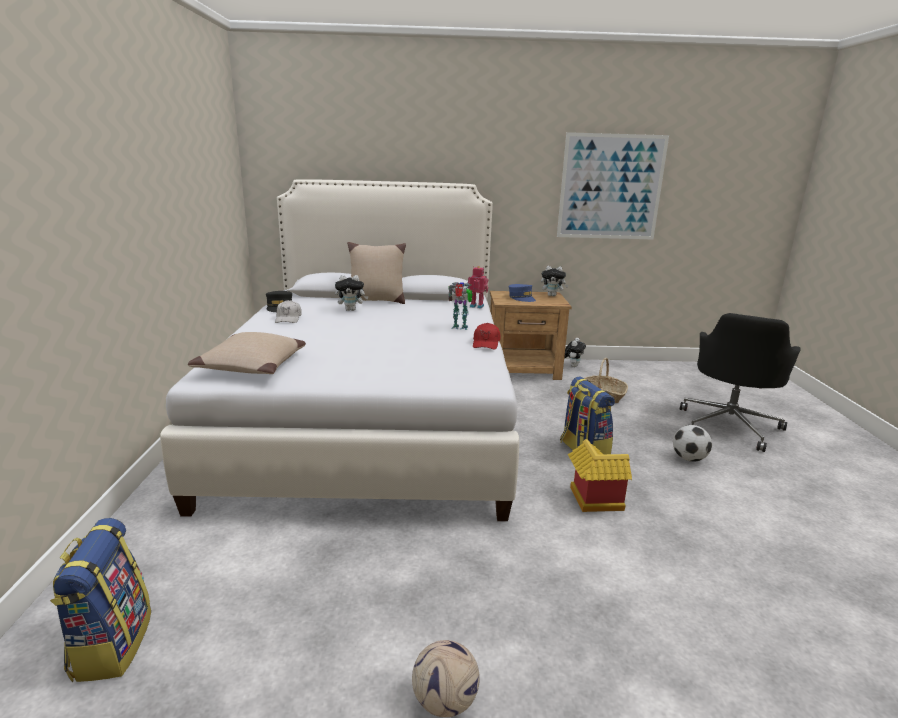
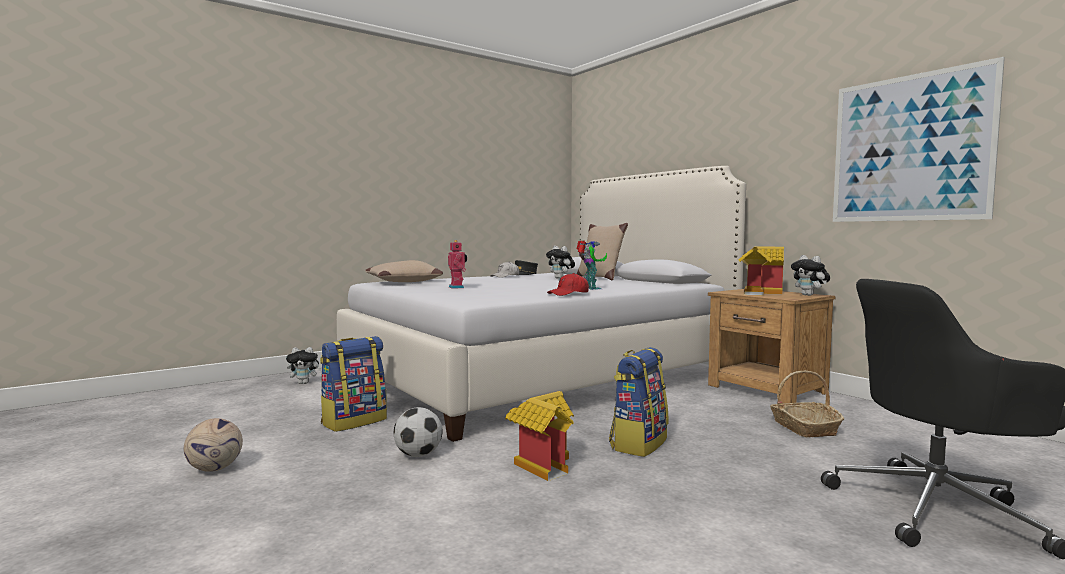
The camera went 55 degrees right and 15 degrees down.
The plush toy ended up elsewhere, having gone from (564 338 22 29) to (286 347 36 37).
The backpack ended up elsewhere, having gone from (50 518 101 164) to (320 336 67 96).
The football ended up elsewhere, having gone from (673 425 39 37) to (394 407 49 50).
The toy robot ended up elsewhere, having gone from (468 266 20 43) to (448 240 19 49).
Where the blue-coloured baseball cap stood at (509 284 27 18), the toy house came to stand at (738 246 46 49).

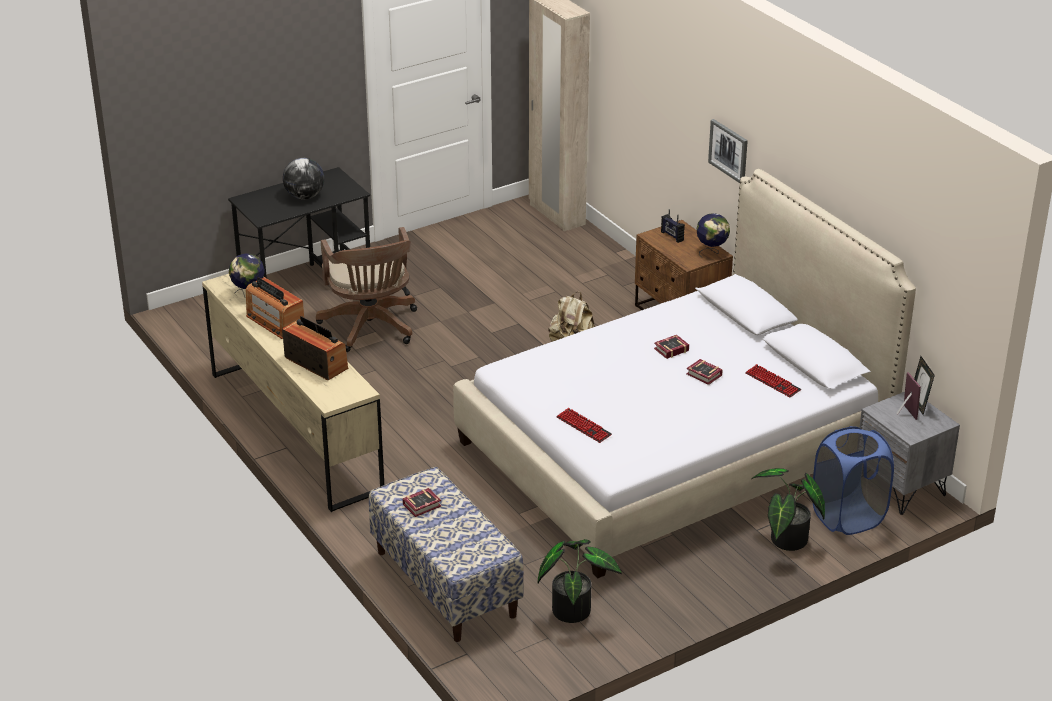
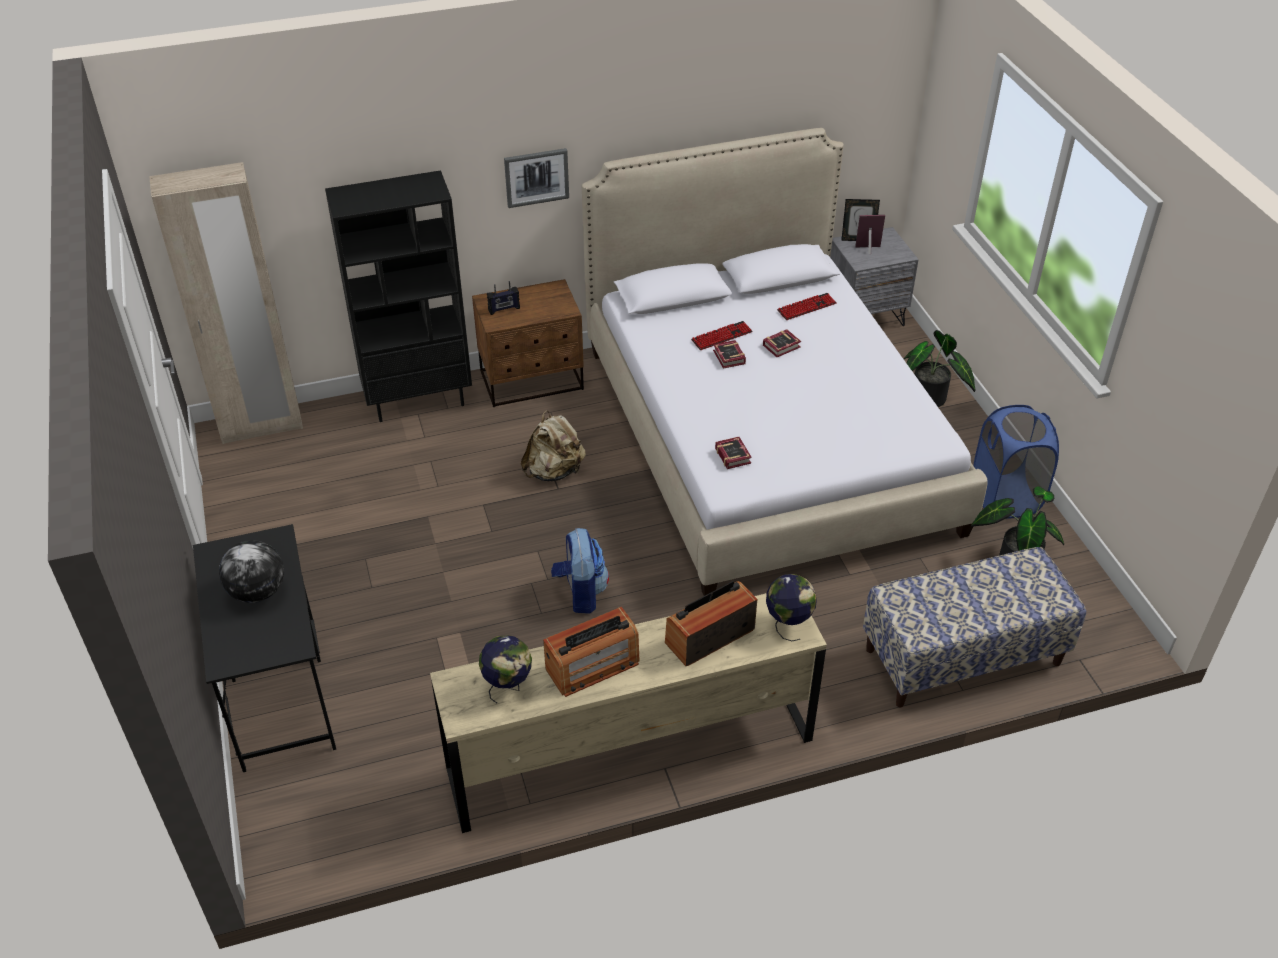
The camera went 75 degrees left and 10 degrees up.
The second view gained the black shelving unit at (325 170 147 252).
The second view gained the backpack at (551 528 58 86).
The PC keyboard ended up elsewhere, having gone from (556 407 56 36) to (691 321 62 29).
The bound book ended up elsewhere, having gone from (403 488 38 29) to (715 437 37 32).
The globe ended up elsewhere, having gone from (696 213 34 44) to (766 574 51 67).
The blue-coloured laundry basket ended up elsewhere, having gone from (813 426 81 109) to (973 405 86 114).
The second view lost the brown-coloured computer chair at (316 227 101 125).

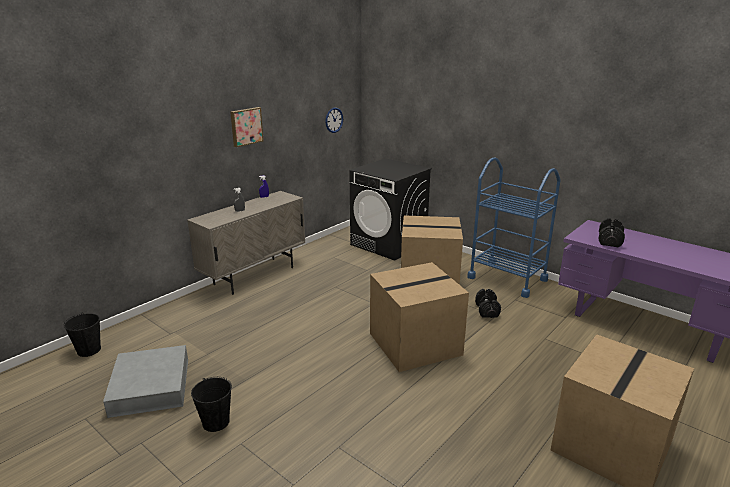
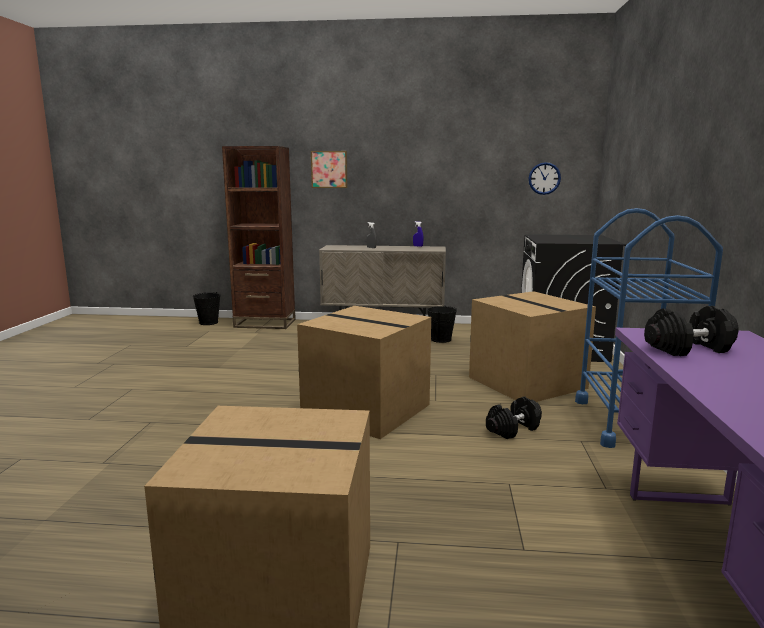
The camera went 55 degrees right and 10 degrees down.
The second view gained the brown-coloured shelving unit at (222 146 74 183).
The picture ended up elsewhere, having gone from (230 107 34 40) to (311 151 36 37).
The black pail ended up elsewhere, having gone from (191 377 41 55) to (427 305 30 38).
The second view lost the greyish storage bin at (103 345 85 73).

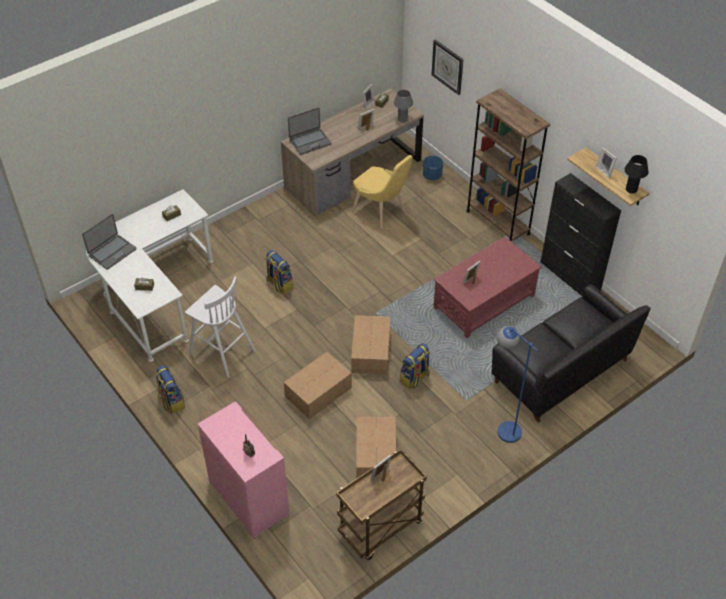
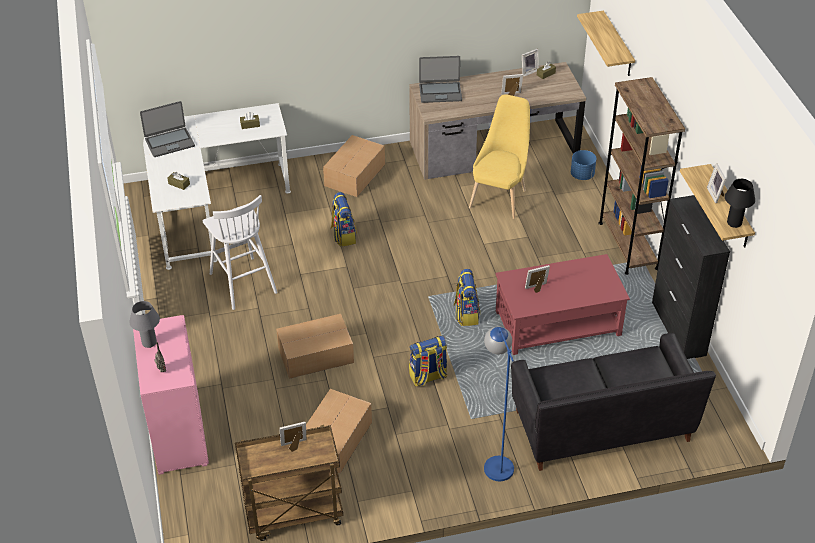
The camera went 25 degrees right and 5 degrees down.
The greyish table lamp ended up elsewhere, having gone from (394 90 19 33) to (130 301 30 47).
The packing box ended up elsewhere, having gone from (351 315 39 60) to (323 135 62 62).
The backpack ended up elsewhere, having gone from (156 365 29 49) to (454 269 26 57).
The yellowish plain chair at (352 155 61 74) ended up facing another way, 135 degrees counterclockwise from before.
Where the wall clock hung at (432 40 32 55), the shelf came to hang at (577 11 58 65).

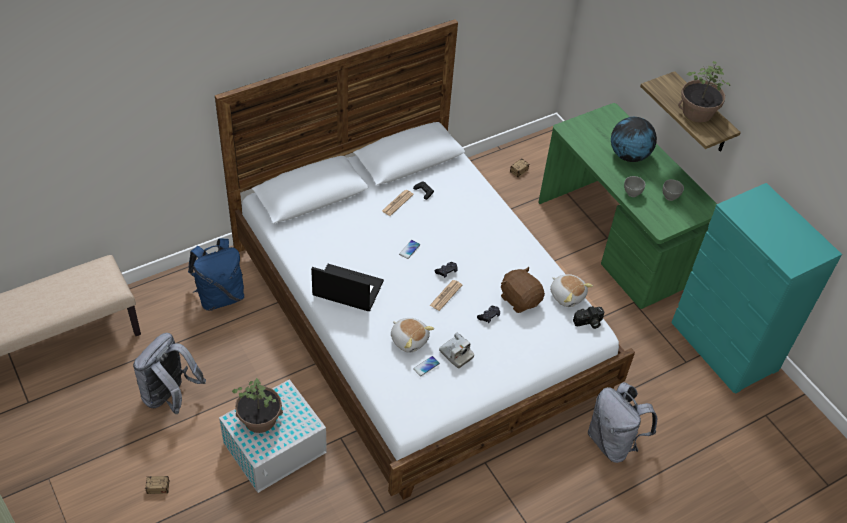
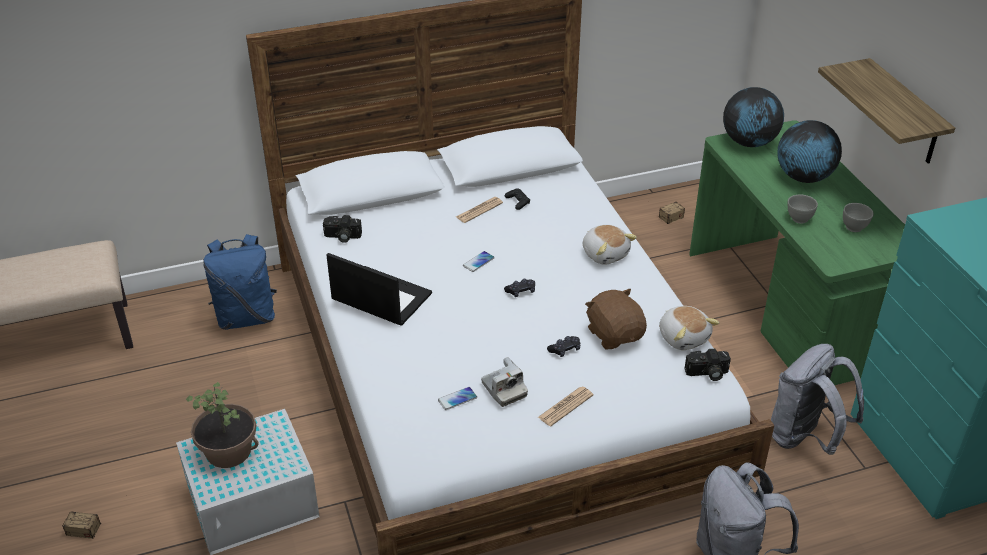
The camera went 15 degrees right and 10 degrees down.
The second view gained the photo camera at (323 215 39 28).
The daily paper ended up elsewhere, having gone from (430 280 32 31) to (538 387 56 39).
The plush toy ended up elsewhere, having gone from (391 318 43 35) to (583 225 54 39).
The second view gained the globe at (723 87 61 60).
The greyish backpack ended up elsewhere, having gone from (133 333 73 81) to (771 344 93 111).
The second view lost the houseplant at (678 61 52 62).

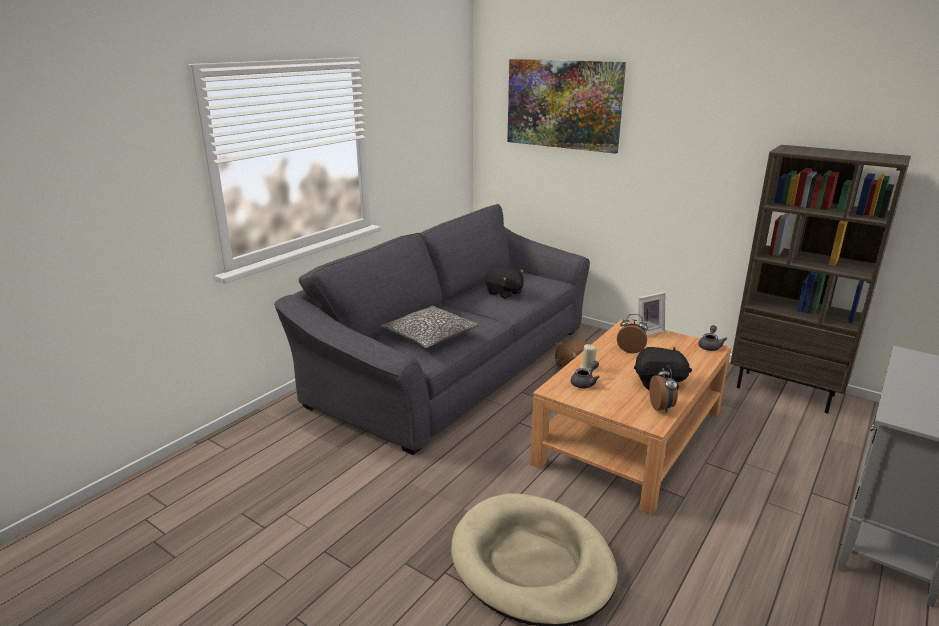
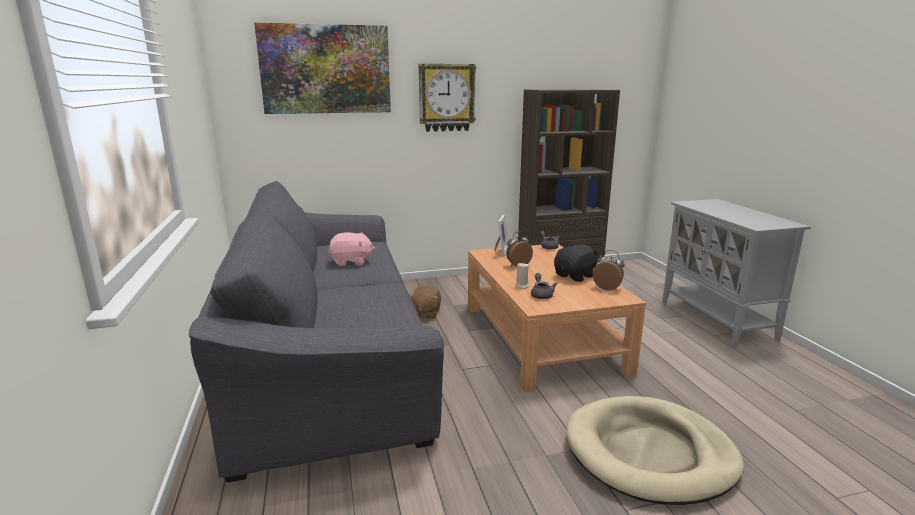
The camera went 50 degrees left and 5 degrees down.
What was the black plush toy at (485 265 39 34) turned into the pinkish plush toy at (329 232 46 34).
The second view gained the wall clock at (419 64 57 68).
The second view lost the pillow at (381 306 98 42).

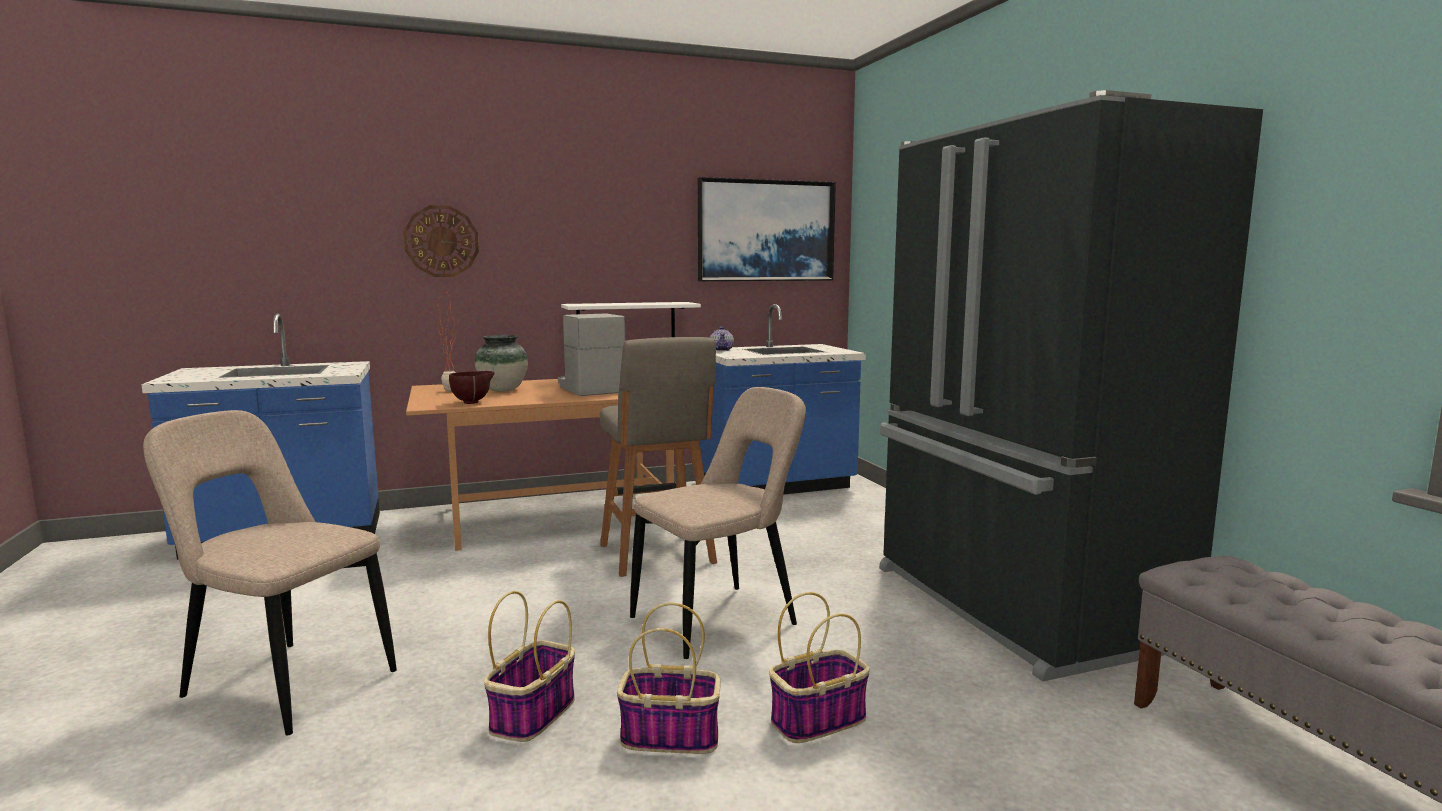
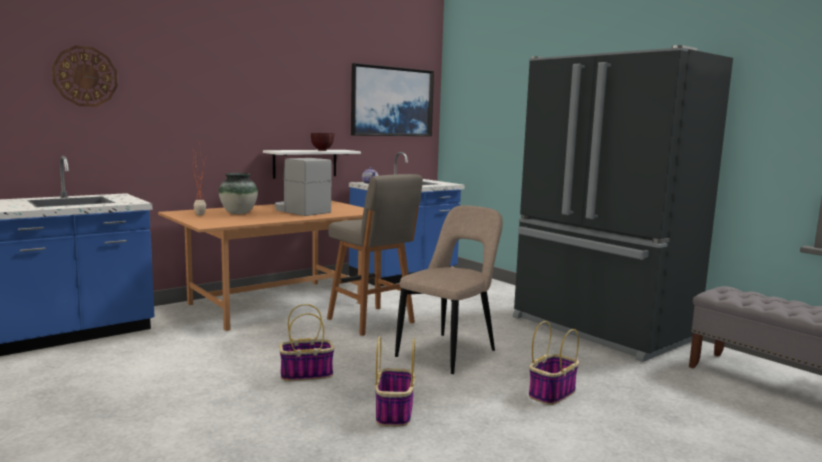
The camera went 20 degrees left and 0 degrees up.
The wall clock ended up elsewhere, having gone from (404 205 75 72) to (52 46 66 61).
The household basket ended up elsewhere, having gone from (617 603 104 151) to (279 304 56 77).
The brown-coloured serving bowl ended up elsewhere, having gone from (449 371 45 33) to (311 133 24 18).
The second view lost the sand-coloured plain chair at (143 410 254 325).

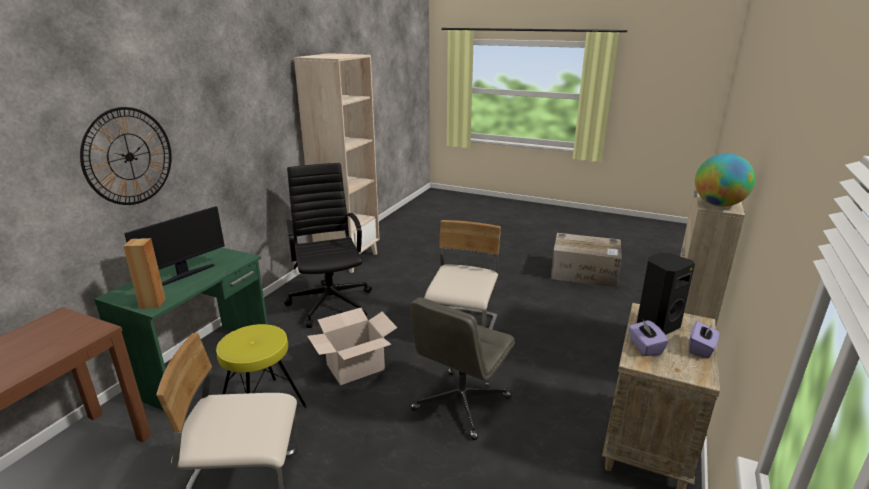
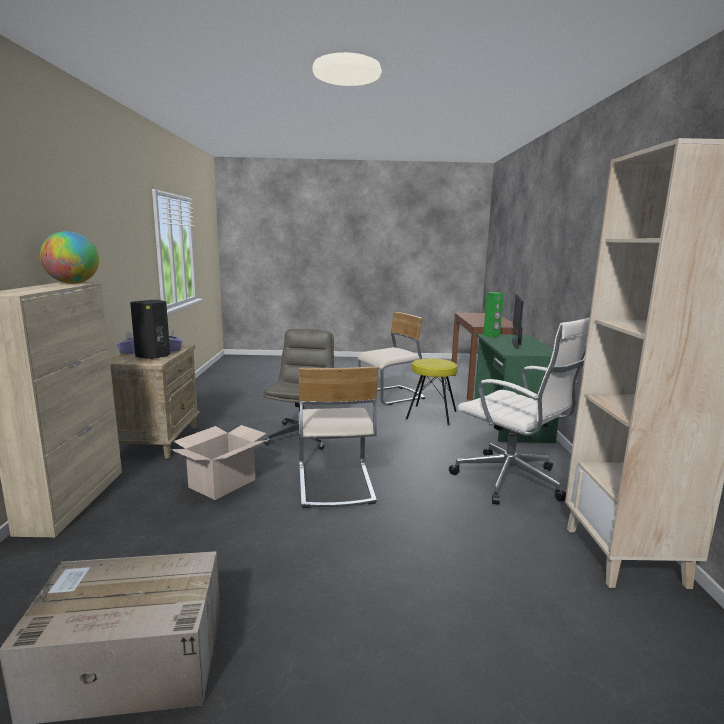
The camera went 155 degrees right and 10 degrees down.
The packing box ended up elsewhere, having gone from (307 308 91 77) to (170 425 97 75).
What was the black computer chair at (284 163 88 165) turned into the whitish computer chair at (449 317 141 188).
What was the brown-coloured loudspeaker at (123 238 43 71) turned into the greenish loudspeaker at (483 292 21 45).
The second view lost the wall clock at (80 107 92 98).

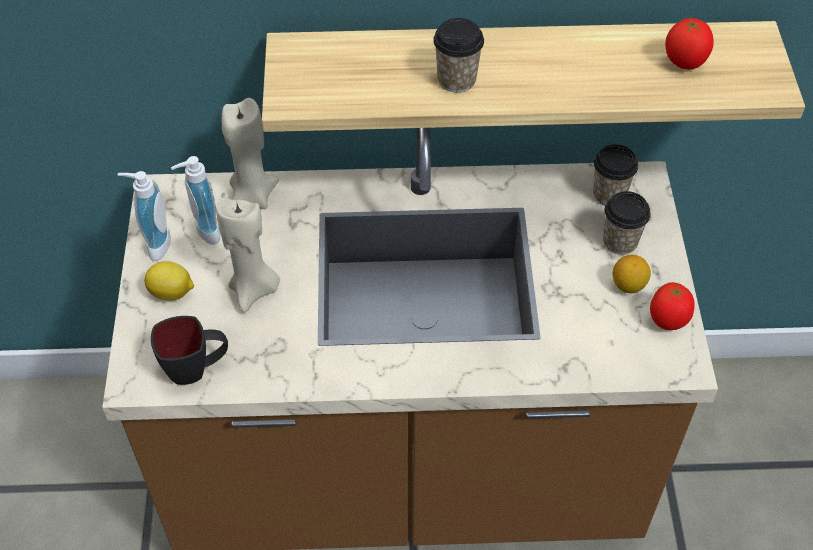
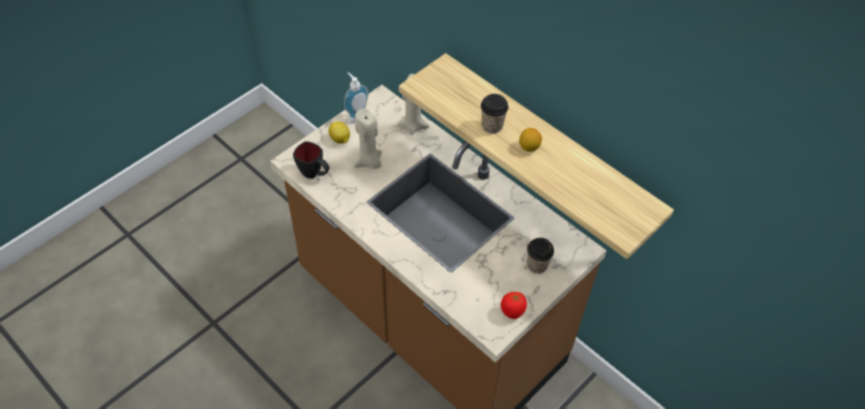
The camera went 45 degrees right and 0 degrees up.
The whole lemon ended up elsewhere, having gone from (613 255 38 38) to (519 128 23 24).
The second view lost the soap bottle at (171 156 49 89).
The second view lost the drinking cup at (593 144 45 62).
The second view lost the fresh tomato at (665 18 49 52).

